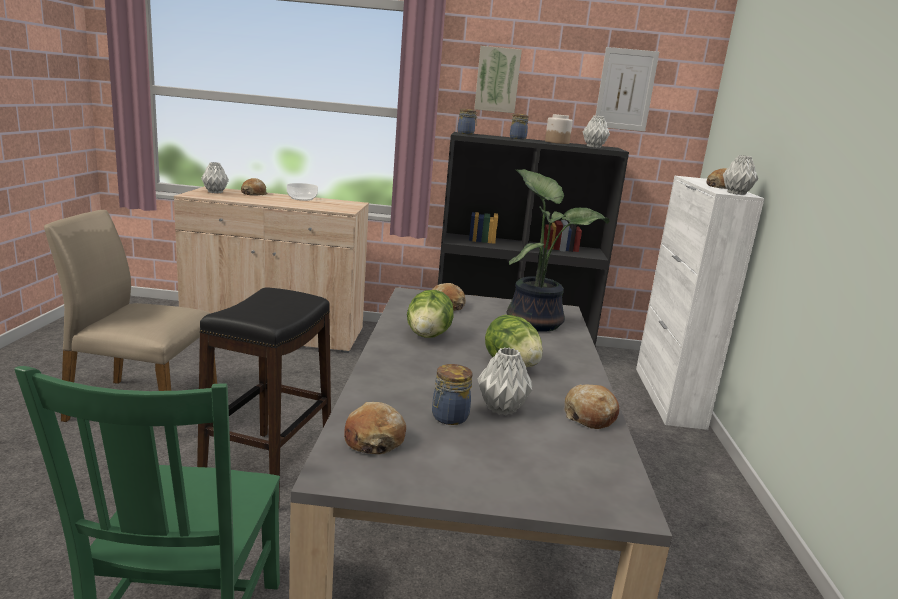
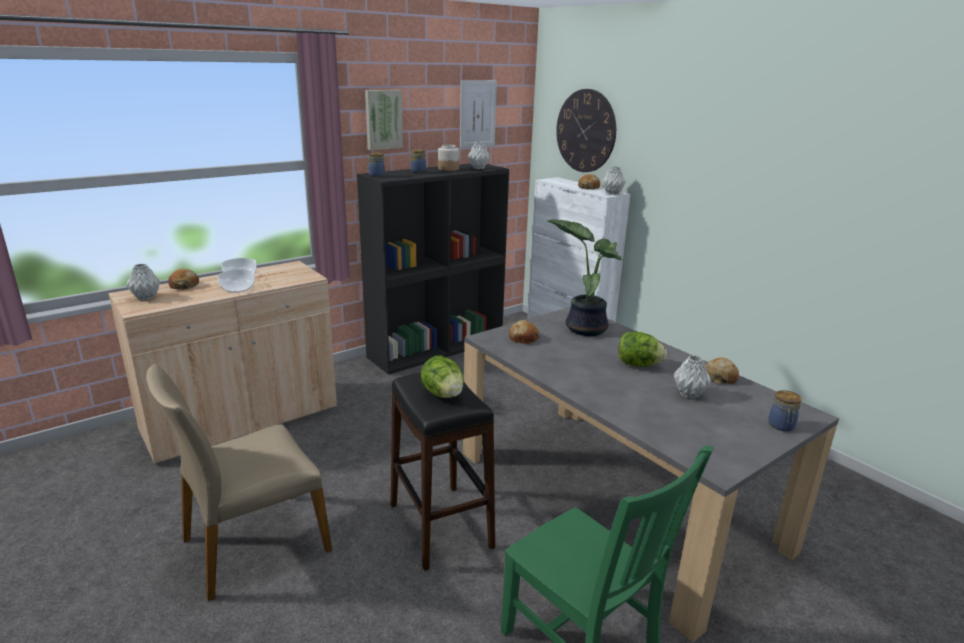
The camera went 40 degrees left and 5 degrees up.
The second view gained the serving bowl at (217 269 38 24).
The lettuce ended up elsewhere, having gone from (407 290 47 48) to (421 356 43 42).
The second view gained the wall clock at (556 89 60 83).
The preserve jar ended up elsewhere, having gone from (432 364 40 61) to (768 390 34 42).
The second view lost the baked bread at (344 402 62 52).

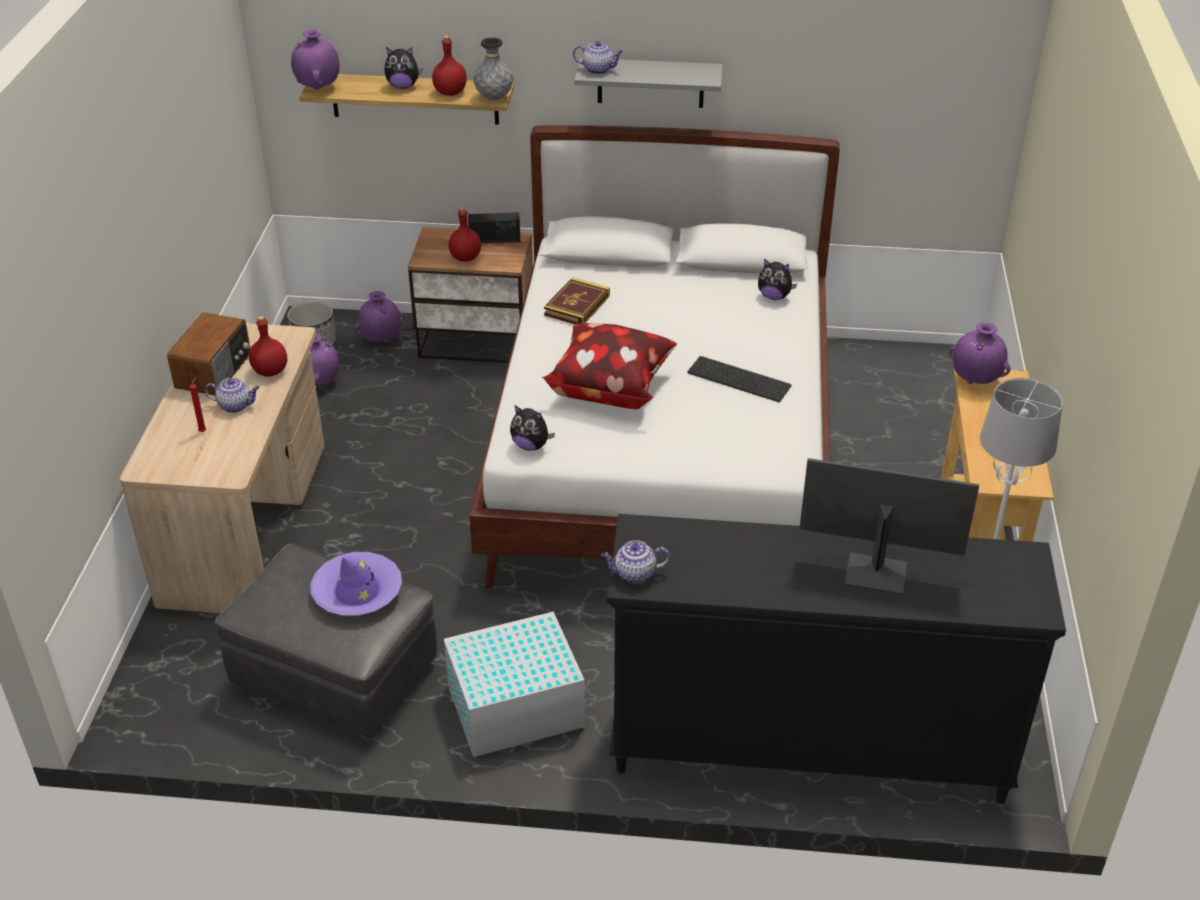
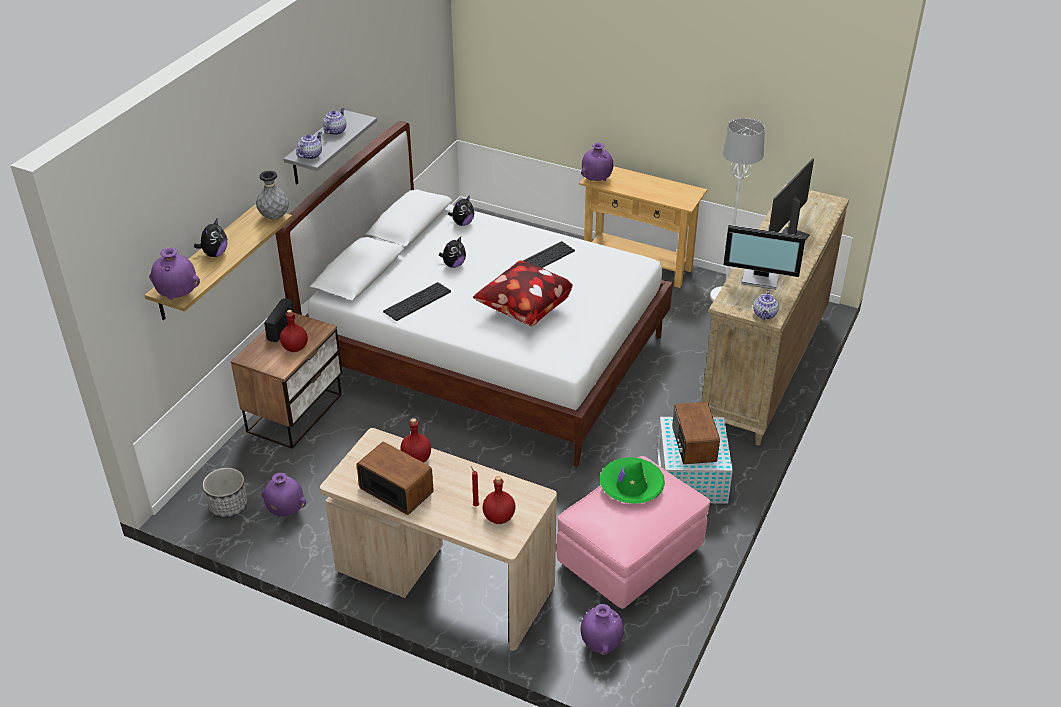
The camera went 70 degrees left and 0 degrees up.
The teapot ended up elsewhere, having gone from (205 378 55 35) to (323 108 23 27).
Where the bound book stood at (544 277 66 47), the PC keyboard came to stand at (383 282 68 39).
The plush toy ended up elsewhere, having gone from (510 405 45 46) to (439 237 27 31).
The red beverage bottle ended up elsewhere, having gone from (432 35 35 61) to (483 476 33 48).
What was the greyish footrest at (215 544 222 194) turned into the pinkish footrest at (557 456 154 153).
The purple-coloured flower vase ended up elsewhere, having gone from (354 291 51 51) to (581 604 43 51).
What was the purple-coloured wearable hat at (310 552 92 64) turned into the greenish wearable hat at (600 457 65 47).
The second view gained the radio receiver at (672 402 48 62).
What was the black drawer chest at (607 514 459 290) turned into the sand-coloured drawer chest at (702 184 147 262).
The second view gained the monitor at (723 225 83 64).

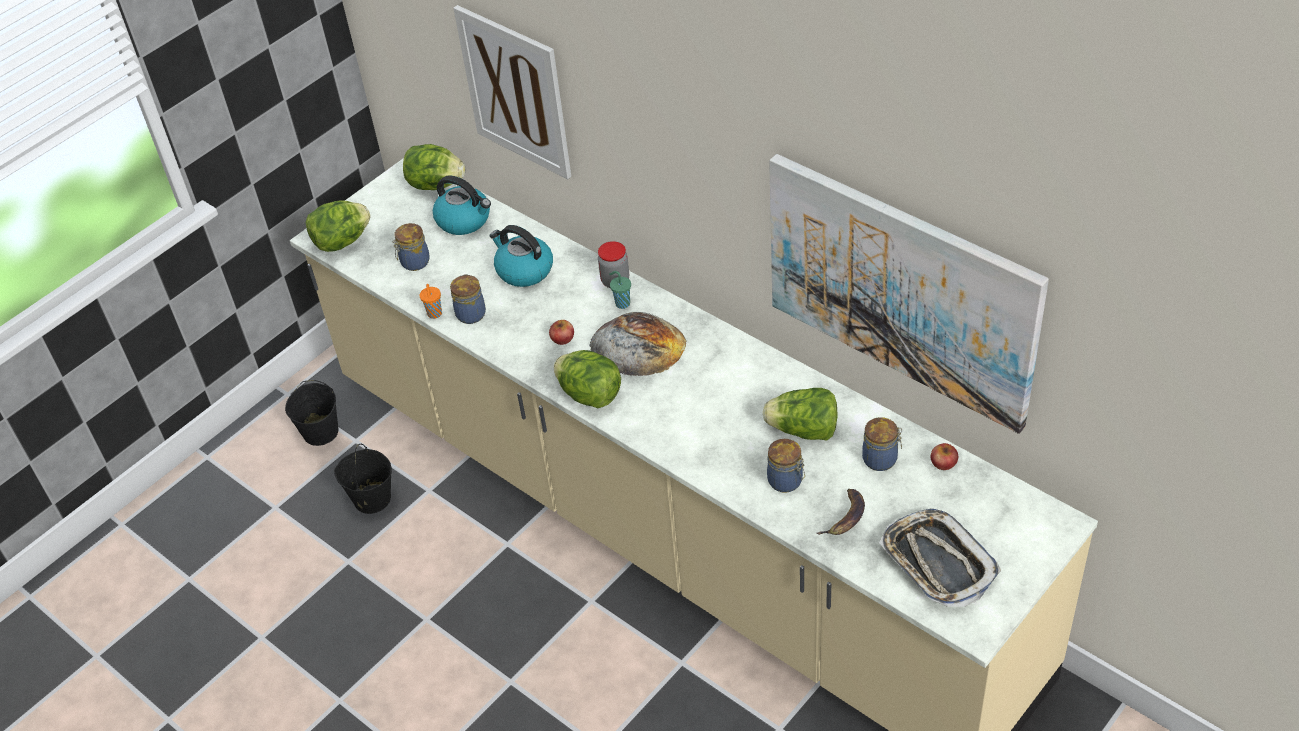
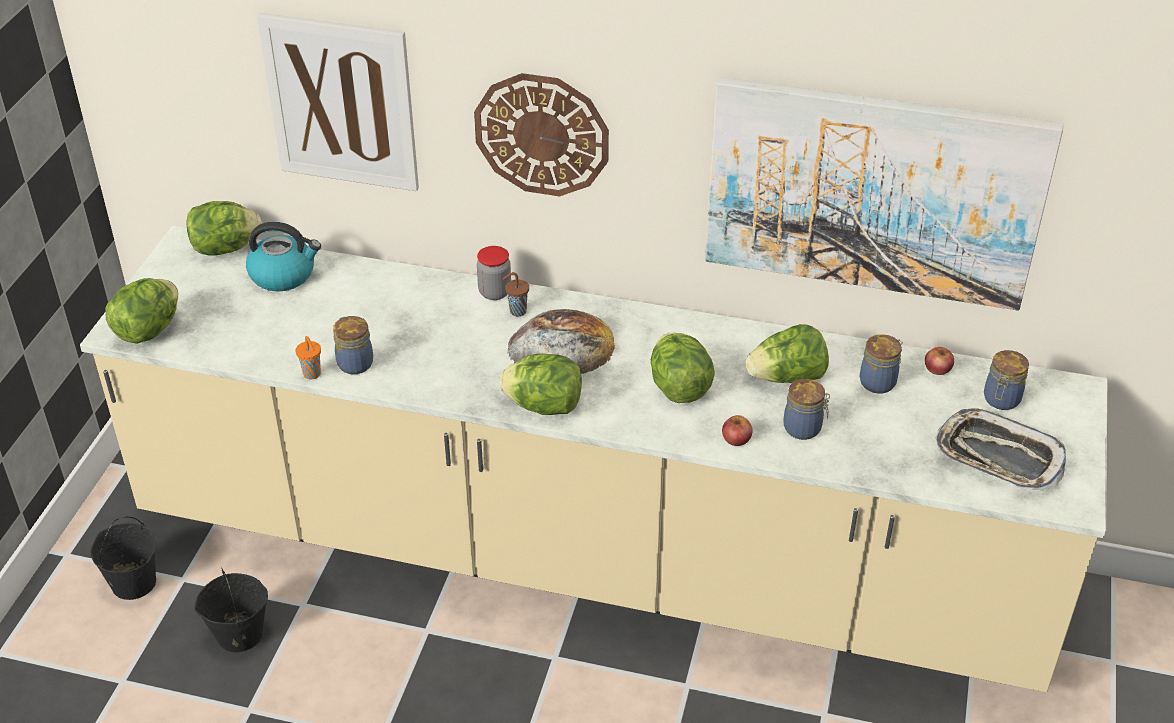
The camera went 30 degrees left and 5 degrees down.
The second view gained the wall clock at (474 73 135 123).
What was the greenish drinking cup at (609 271 22 38) turned into the brown-coloured drinking cup at (503 272 26 45).
The second view gained the lettuce at (651 333 64 70).
The apple fruit ended up elsewhere, having gone from (549 320 25 25) to (722 415 31 31).
The preserve jar ended up elsewhere, having gone from (392 223 38 48) to (984 350 45 60).
The second view lost the kettle at (490 225 63 62).
The second view lost the banana at (817 489 48 46).

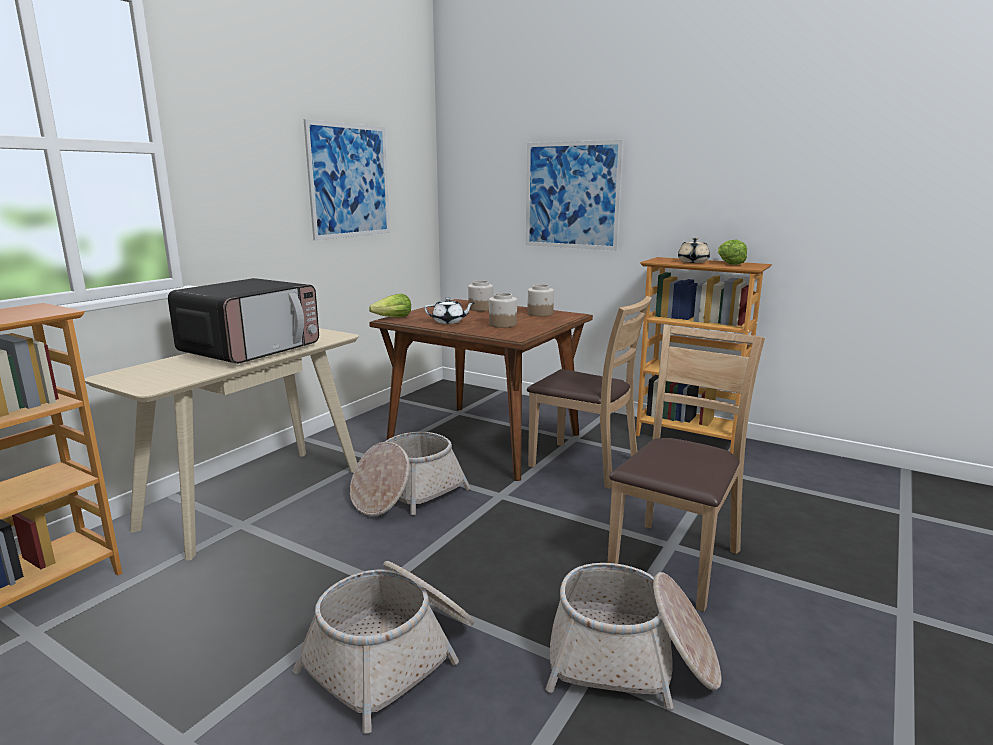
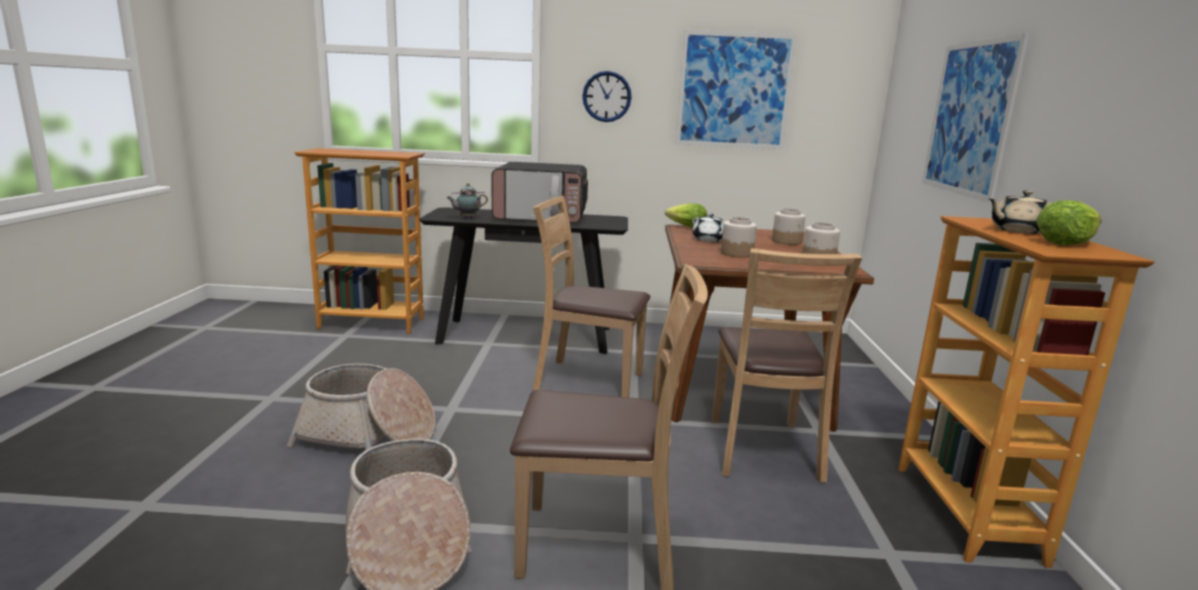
The camera went 60 degrees right and 0 degrees up.
What was the sand-coloured console table at (85 328 274 232) turned into the black console table at (419 207 209 147).
The second view gained the teapot at (447 183 41 35).
Where the household basket stood at (350 432 120 84), the brown-coloured plain chair came to stand at (533 196 117 202).
The second view gained the wall clock at (582 71 50 51).

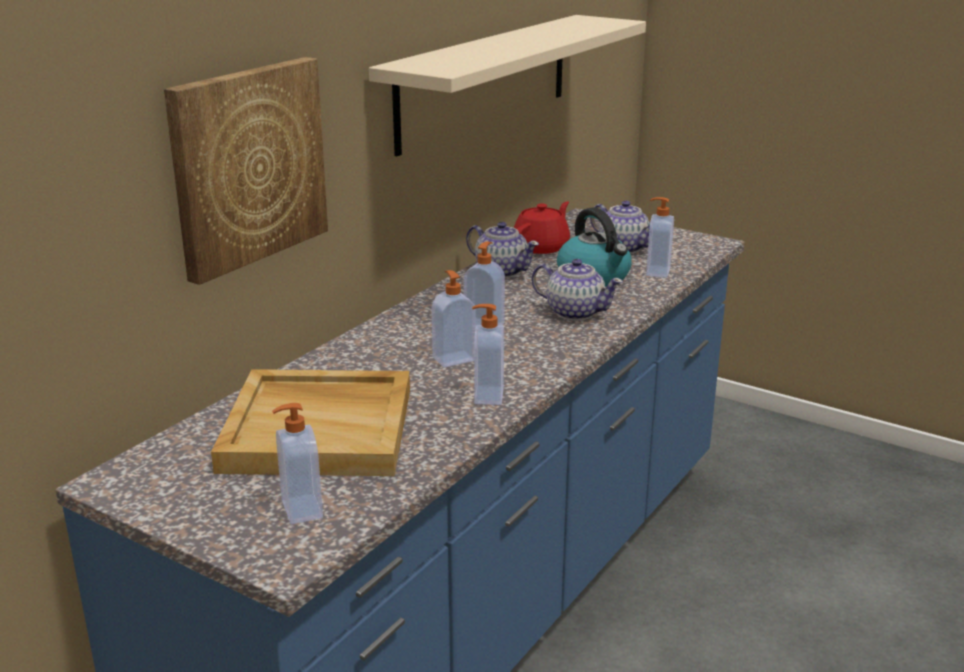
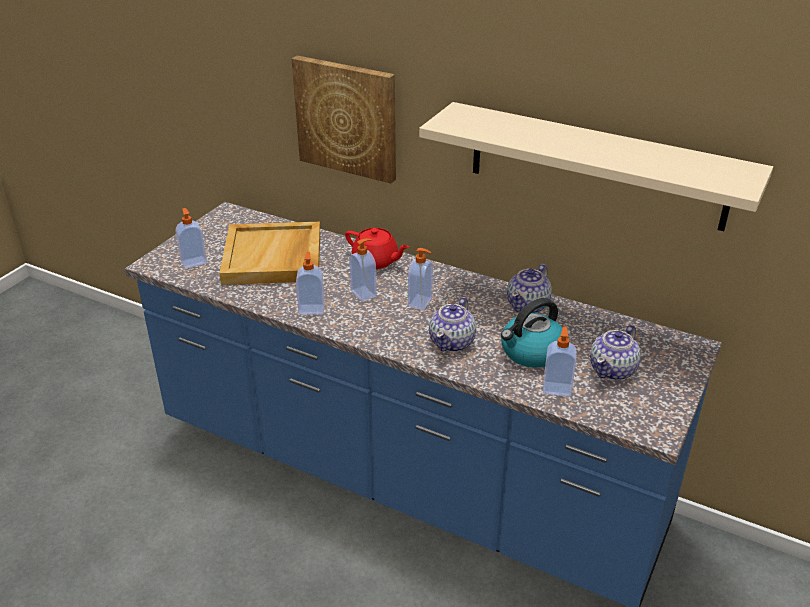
The camera went 85 degrees right and 10 degrees up.
The red teapot ended up elsewhere, having gone from (514 201 56 53) to (345 228 64 41).

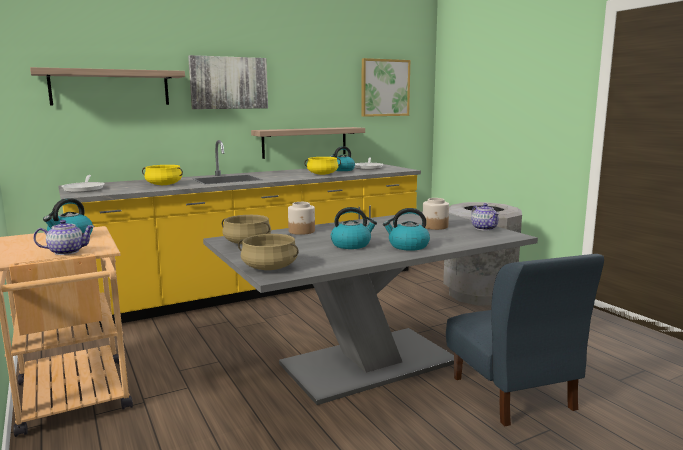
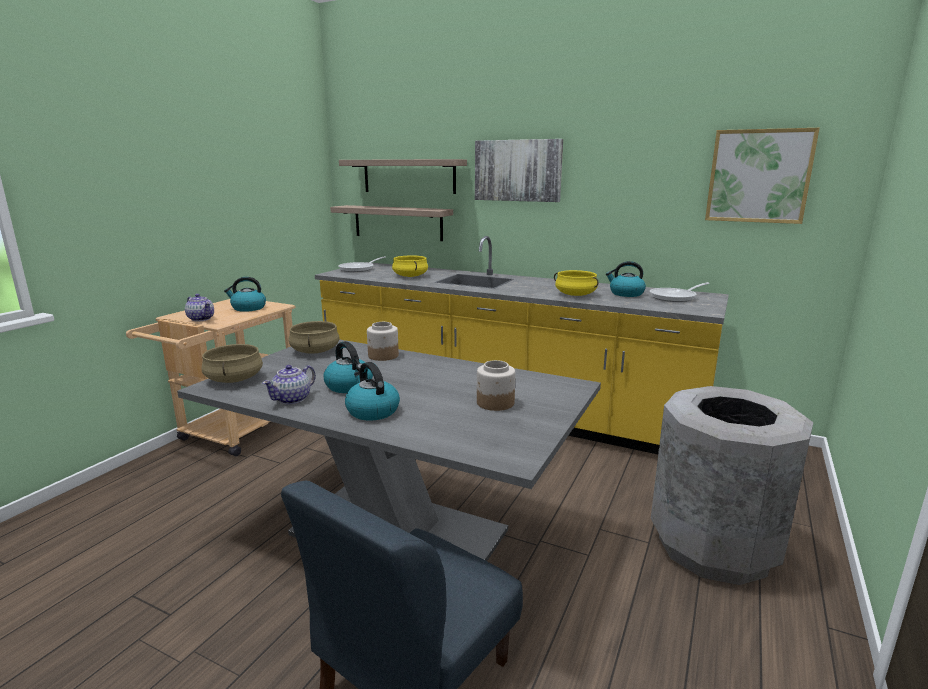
The camera went 55 degrees right and 5 degrees up.
The teapot ended up elsewhere, having gone from (471 203 28 28) to (262 365 54 39).
The shelf ended up elsewhere, having gone from (251 127 114 32) to (330 205 123 36).

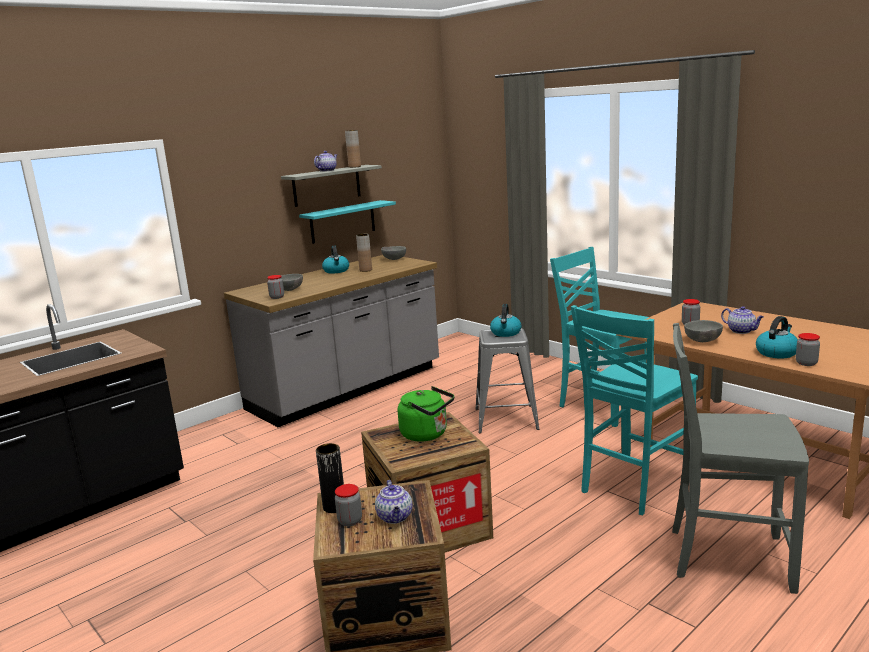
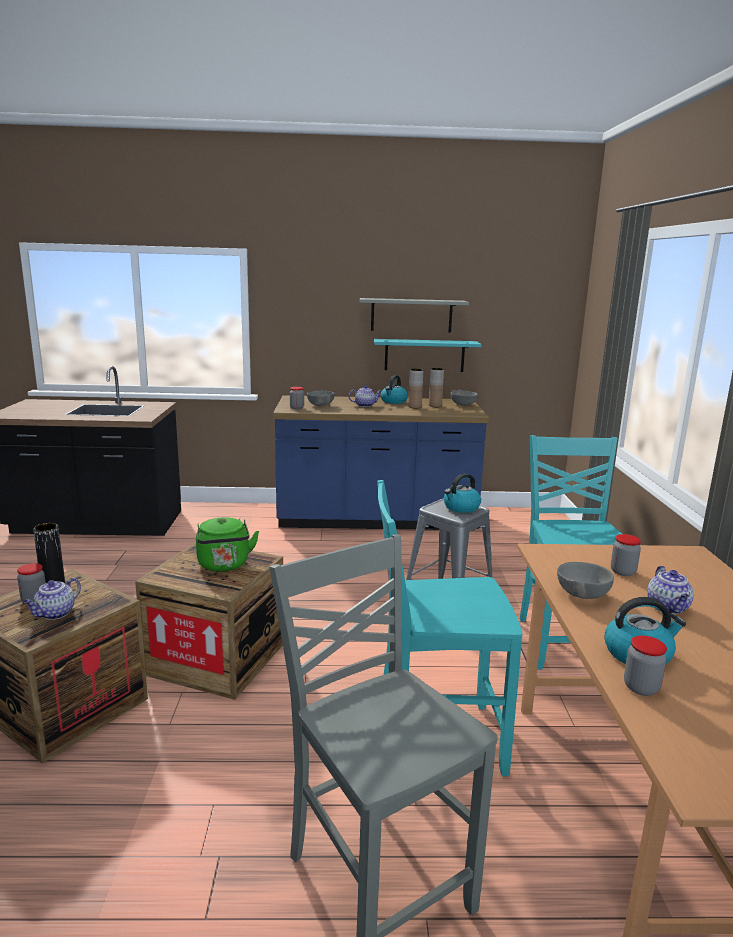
The camera went 40 degrees right and 0 degrees up.
What was the greyish kitchen counter at (224 255 215 172) turned into the blue-coloured kitchen counter at (273 395 216 135).
The teapot ended up elsewhere, having gone from (314 151 23 21) to (348 386 33 21).
The brown-coloured flower vase ended up elsewhere, having gone from (345 130 16 38) to (429 368 15 39).

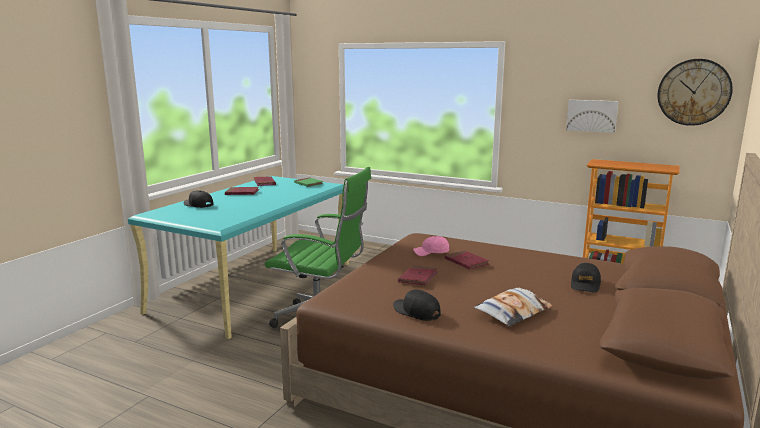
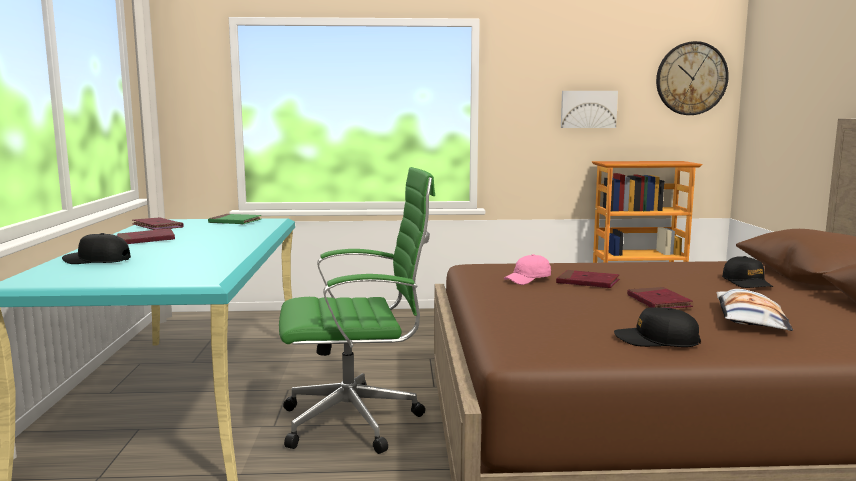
The camera went 30 degrees left and 5 degrees down.
The red bound book ended up elsewhere, having gone from (398 265 40 20) to (627 287 66 21).

